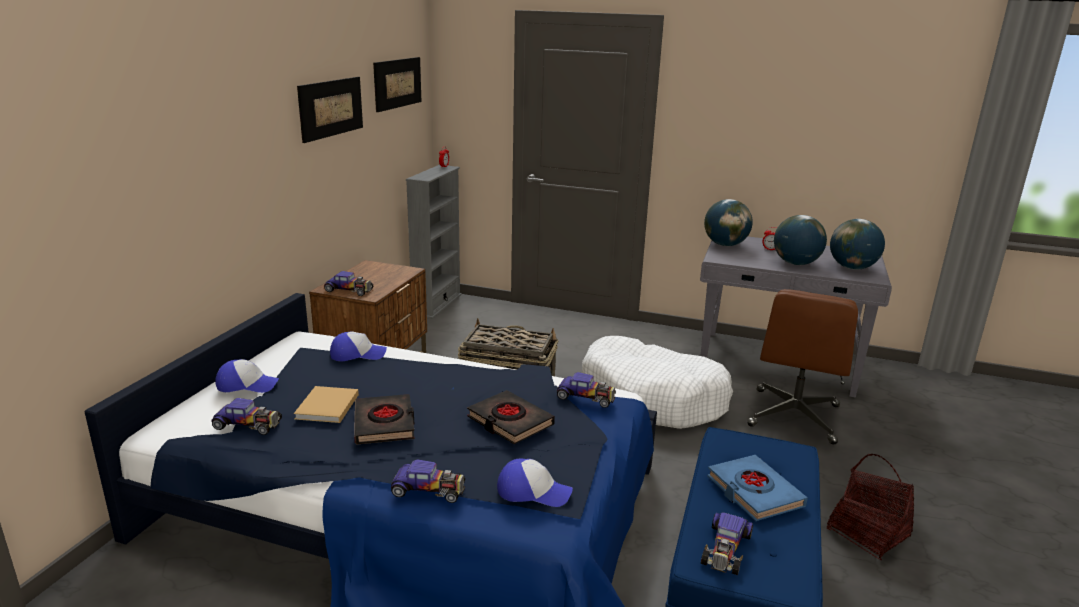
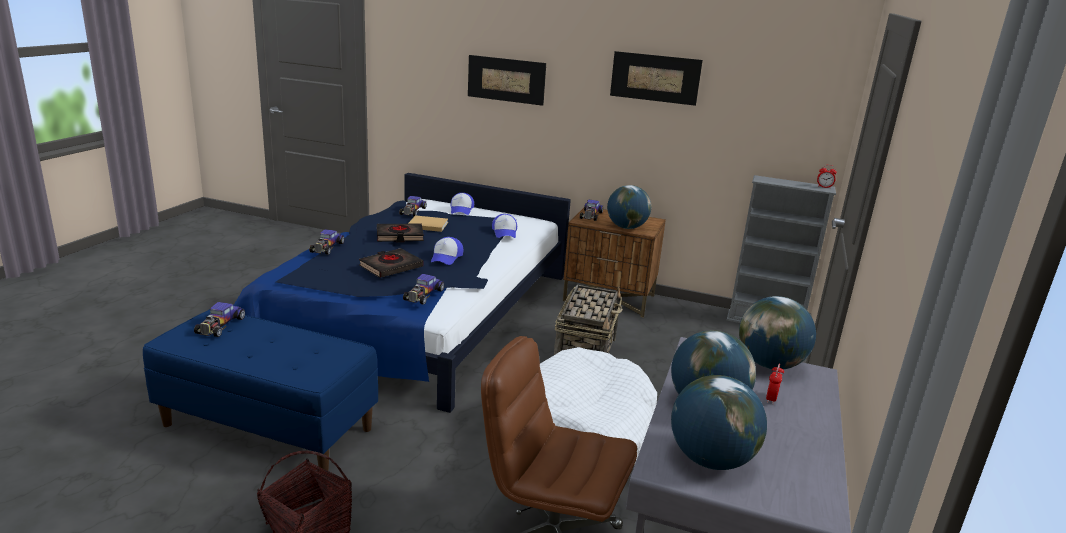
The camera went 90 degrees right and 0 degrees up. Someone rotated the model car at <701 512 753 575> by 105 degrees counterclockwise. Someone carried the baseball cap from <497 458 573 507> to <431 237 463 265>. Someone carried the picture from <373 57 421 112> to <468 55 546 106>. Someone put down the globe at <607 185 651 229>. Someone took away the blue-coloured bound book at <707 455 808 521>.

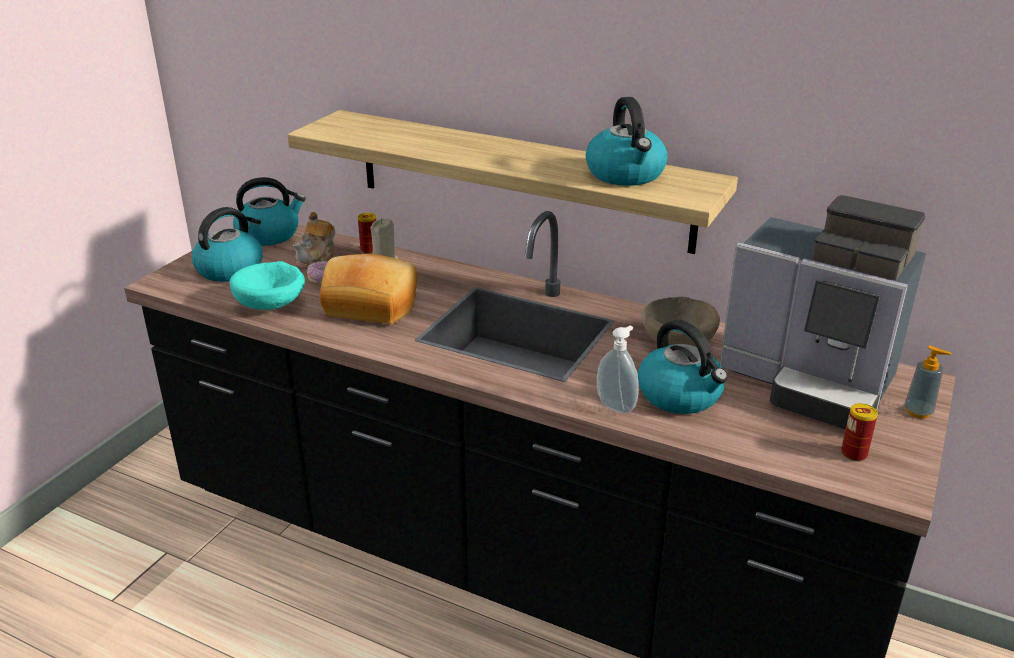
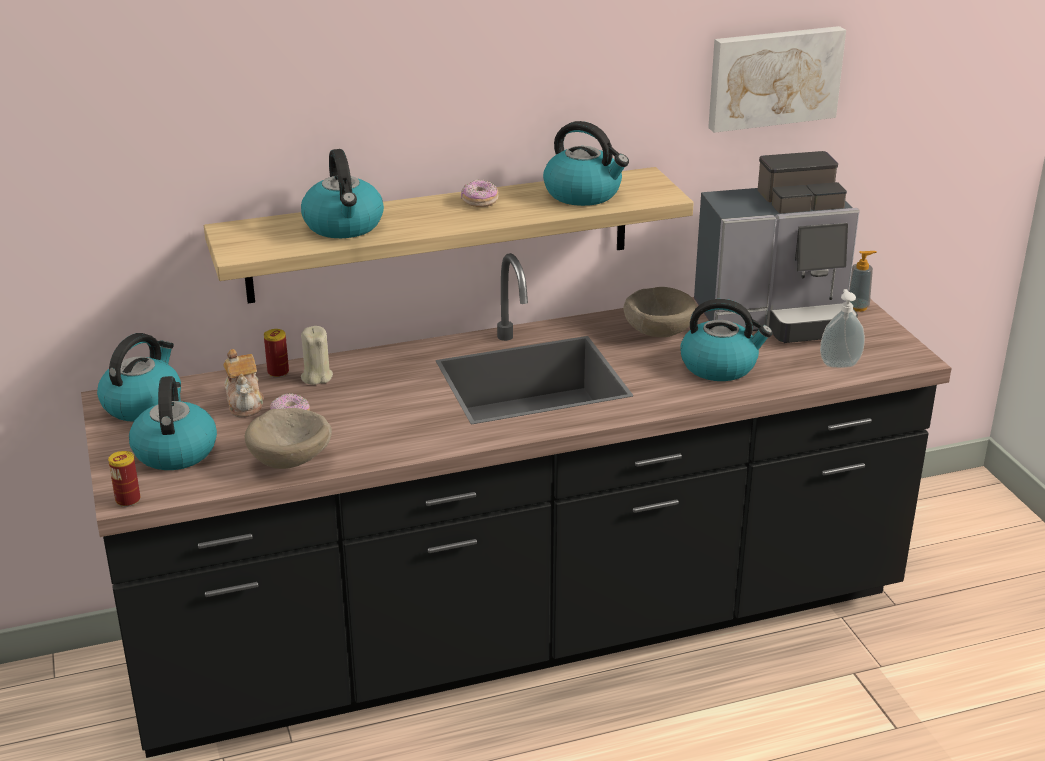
The camera went 45 degrees left and 0 degrees up. Someone carried the sealed can from <841 403 878 462> to <108 451 140 507>. Someone repainted the turquoise-coloured deep dish at <230 261 305 310>, which became the beige-coloured deep dish at <245 408 332 469>. Someone put down the tea kettle at <301 149 384 238>. Someone put down the doughnut at <461 179 499 207>. Someone put up the picture at <708 26 846 133>. Someone carried the soap dispenser from <597 325 639 414> to <820 289 865 368>. Someone took away the baked bread at <320 254 417 324>.

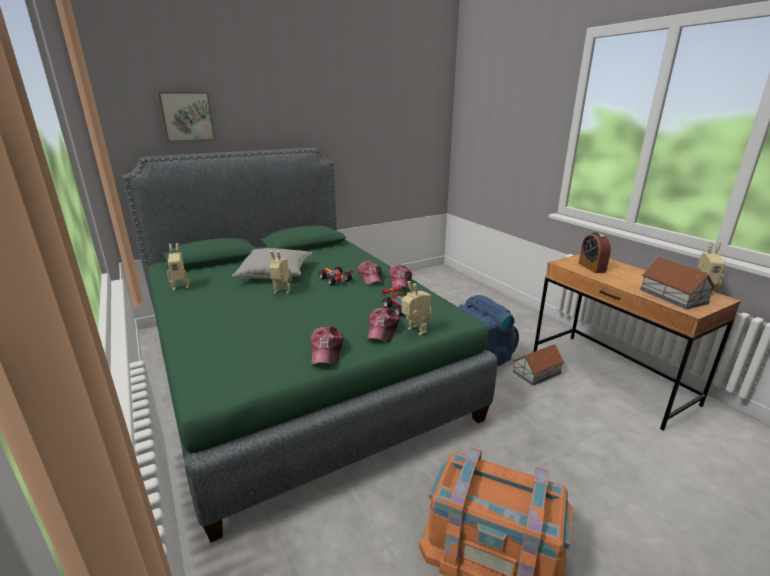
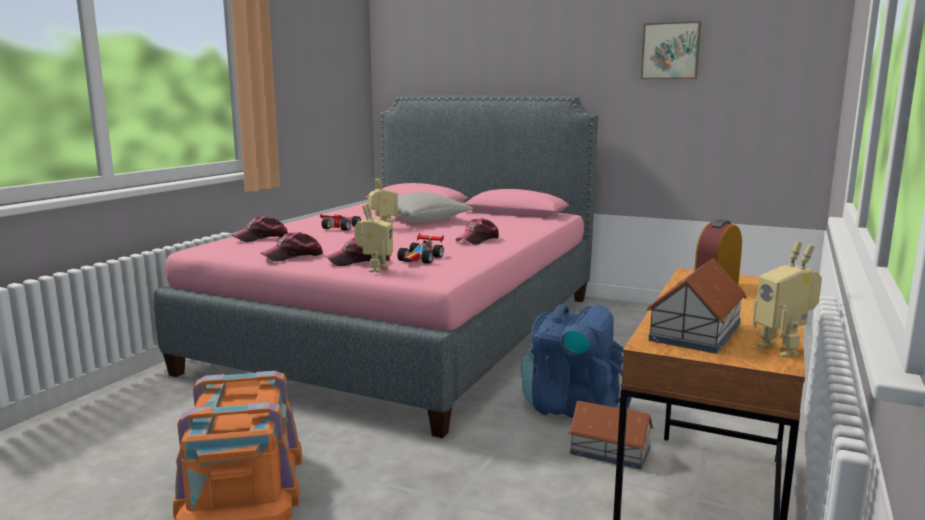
The camera went 55 degrees right and 10 degrees down. Someone repainted the green bed at <121 148 497 543>, which became the pinkish bed at <154 95 598 438>. Someone carried the baseball cap from <389 265 412 288> to <232 216 288 242>. Someone carried the model car from <319 266 353 285> to <320 214 361 231>. Someone carried the picture from <158 92 215 142> to <641 21 701 79>. Someone took away the model robot at <167 243 189 290>.

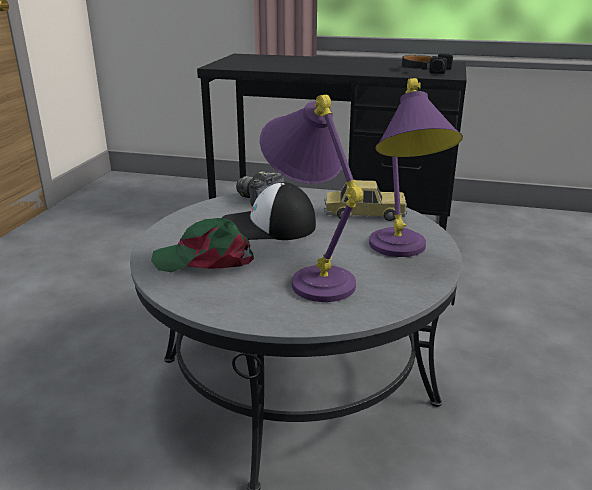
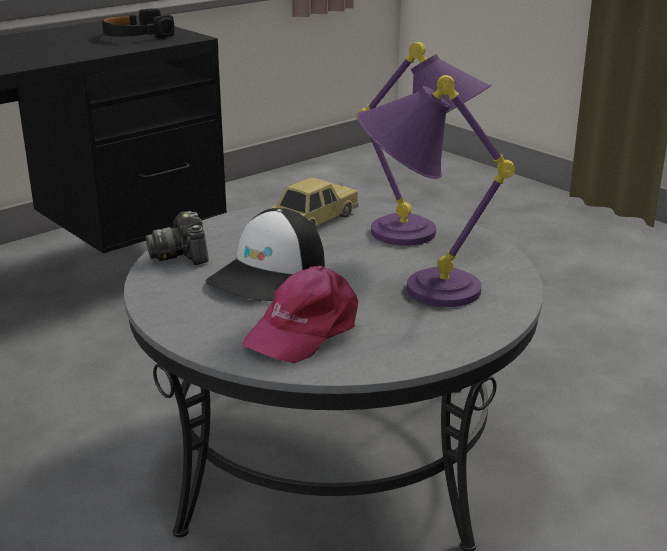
The camera went 55 degrees left and 0 degrees up. Someone repainted the green baseball cap at <151 218 254 272>, which became the pinkish baseball cap at <243 266 358 363>.

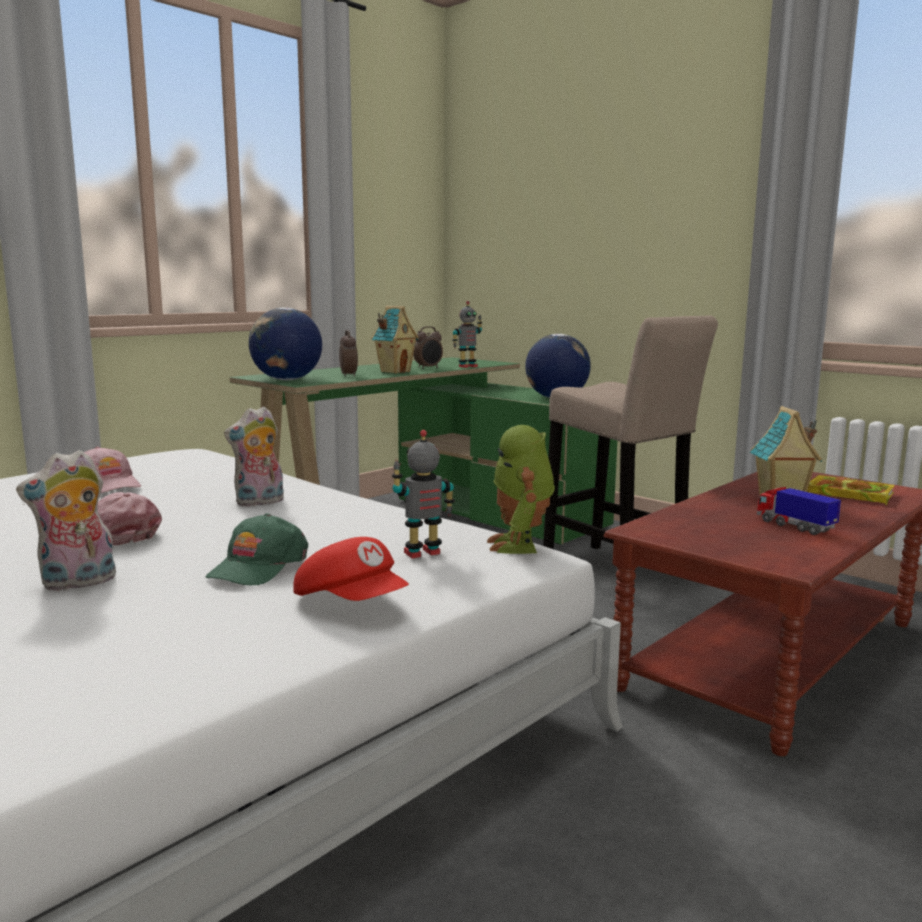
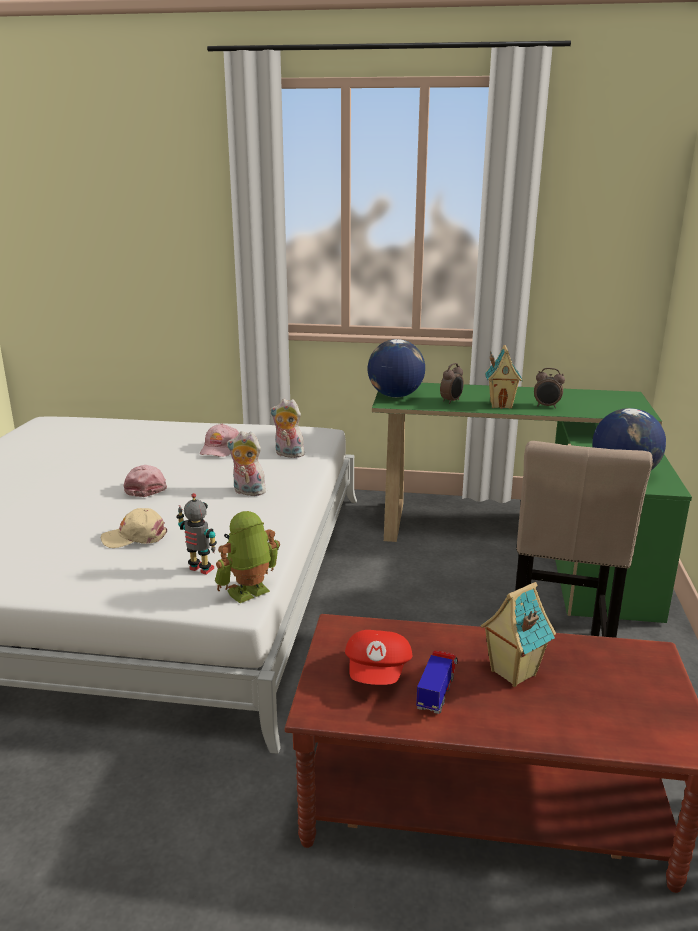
The camera went 55 degrees right and 10 degrees up. Someone repainted the green baseball cap at <205 513 308 586>, which became the beige-coloured baseball cap at <100 508 167 548>. Someone carried the plush toy from <16 450 117 591> to <270 399 307 458>. Someone carried the reddish baseball cap from <293 537 409 601> to <345 630 412 685>. Someone took away the model robot at <452 301 482 368>. Someone took away the bound book at <807 475 895 505>.

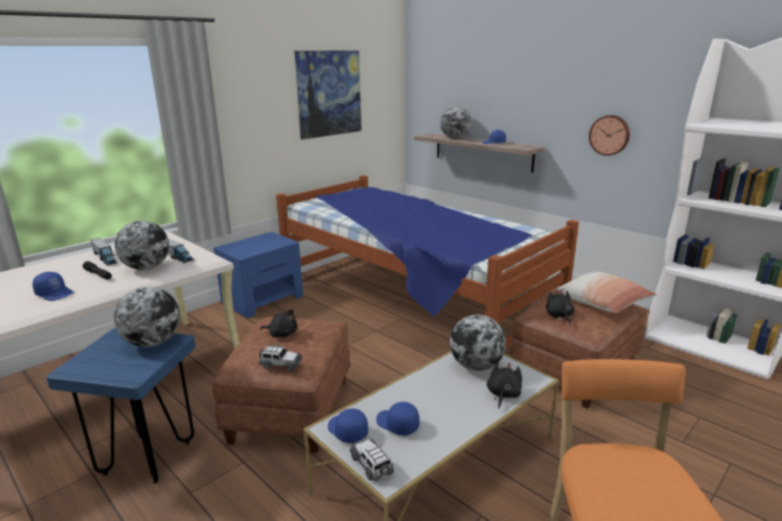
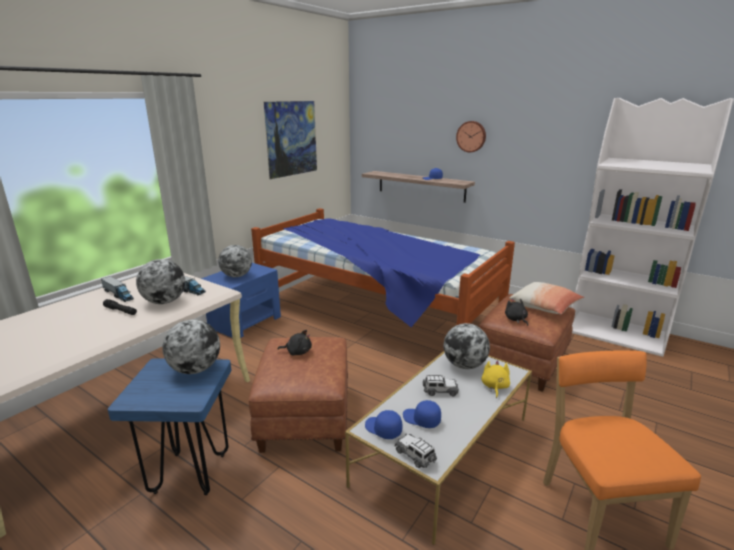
The camera went 10 degrees left and 0 degrees up. Someone carried the globe from <440 107 472 139> to <218 245 252 277>. Someone carried the model car from <259 345 302 372> to <423 375 459 396>. Someone carried the wall clock from <589 115 630 156> to <456 121 486 152>. Someone repainted the blackish plush toy at <487 362 522 408>, which became the yellow plush toy at <481 360 510 398>. Someone took away the blue-coloured baseball cap at <32 272 74 301>.

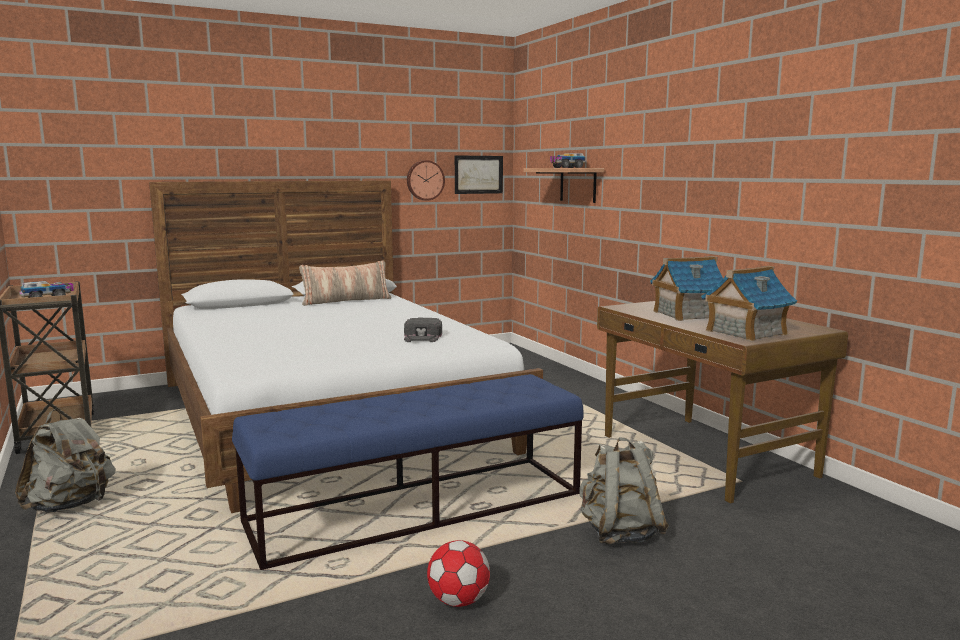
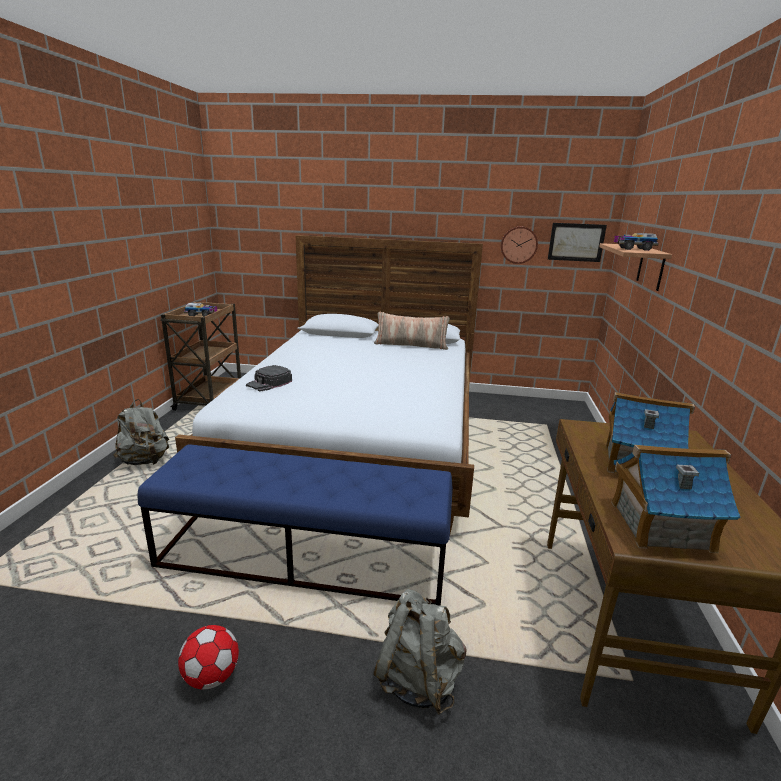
The camera went 35 degrees right and 10 degrees up. Someone carried the blackish baseball cap from <404 318 442 342> to <246 365 292 391>.

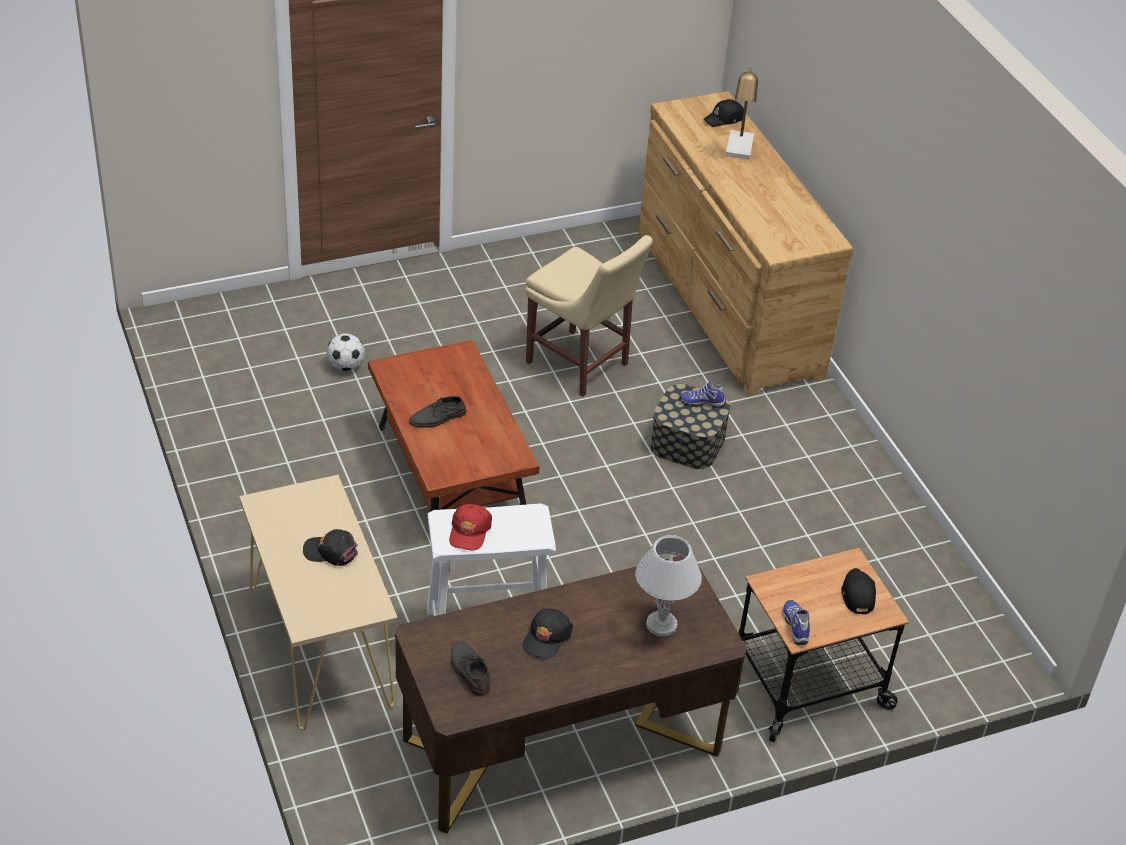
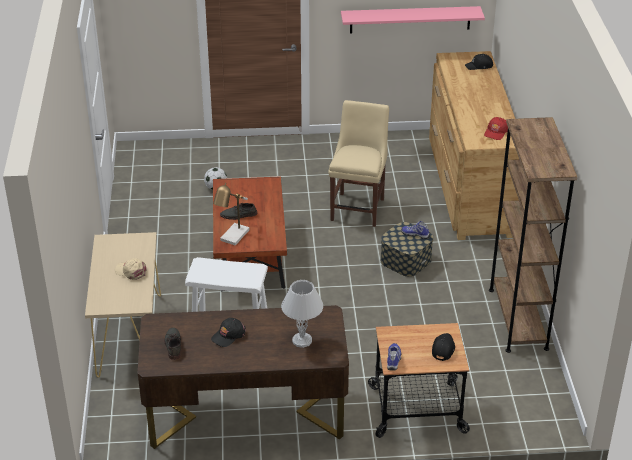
The camera went 20 degrees right and 5 degrees down. Someone repainted the blackish baseball cap at <303 529 358 566>, which became the beige-coloured baseball cap at <115 258 147 280>. Someone carried the tabletop lamp from <725 68 758 160> to <213 183 249 246>. Someone rotated the beige-coloured chair at <525 235 653 397> by 135 degrees counterclockwise. Someone put up the pinkish wall shelf at <341 6 485 34>. Someone carried the reddish baseball cap from <449 504 492 550> to <484 117 508 140>. Someone put down the brownish bookshelf at <489 117 577 353>.

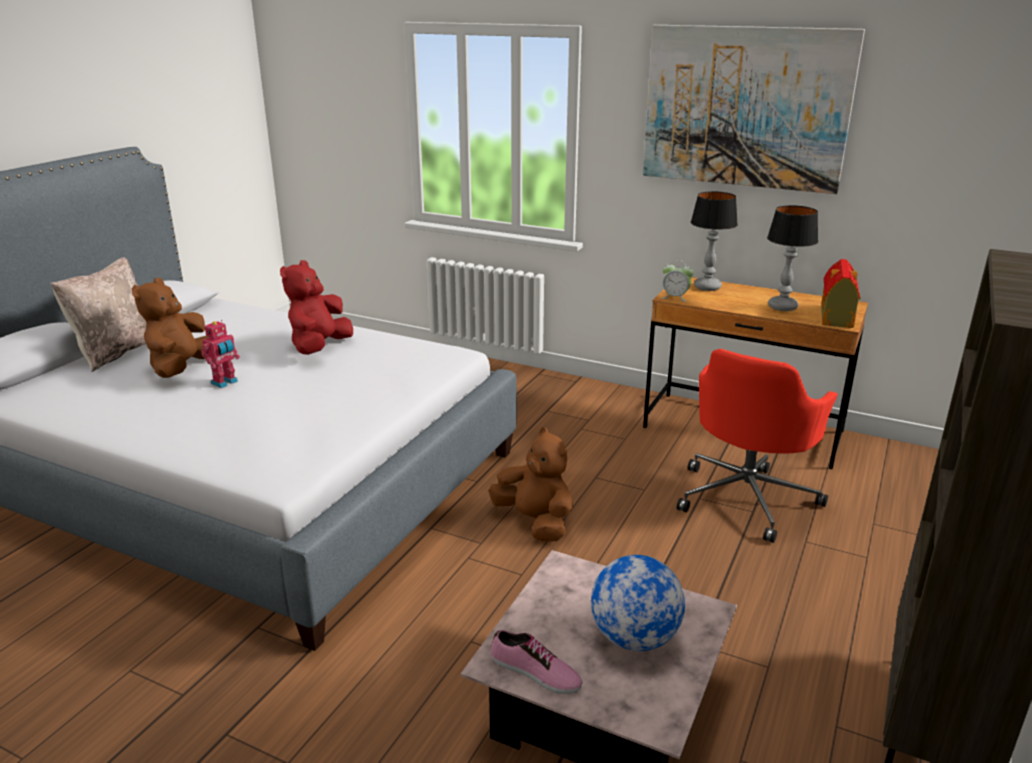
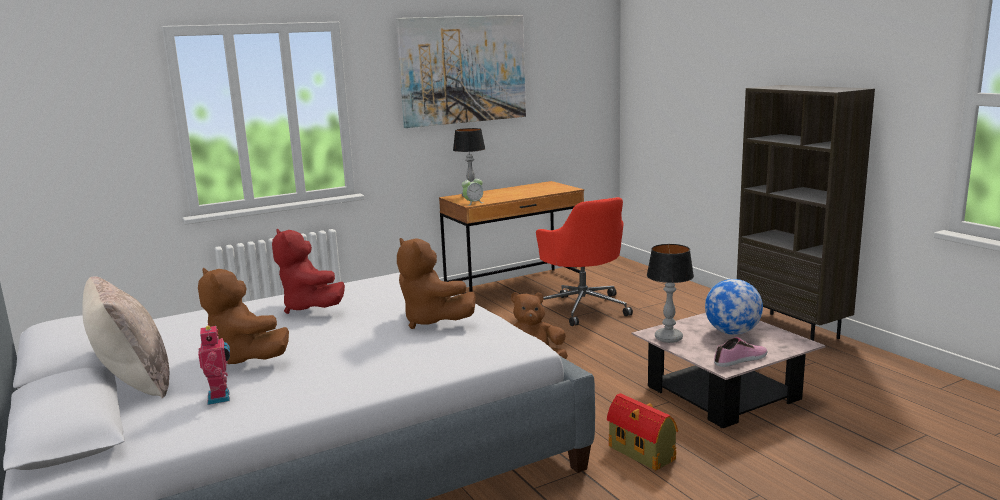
The camera went 55 degrees left and 10 degrees down. Someone carried the model robot from <201 320 240 388> to <198 324 230 405>. Someone put down the brownish plush toy at <397 238 476 329>. Someone carried the miniature house from <821 259 860 328> to <607 393 678 471>. Someone carried the tabletop lamp from <767 205 818 311> to <647 244 694 343>.

